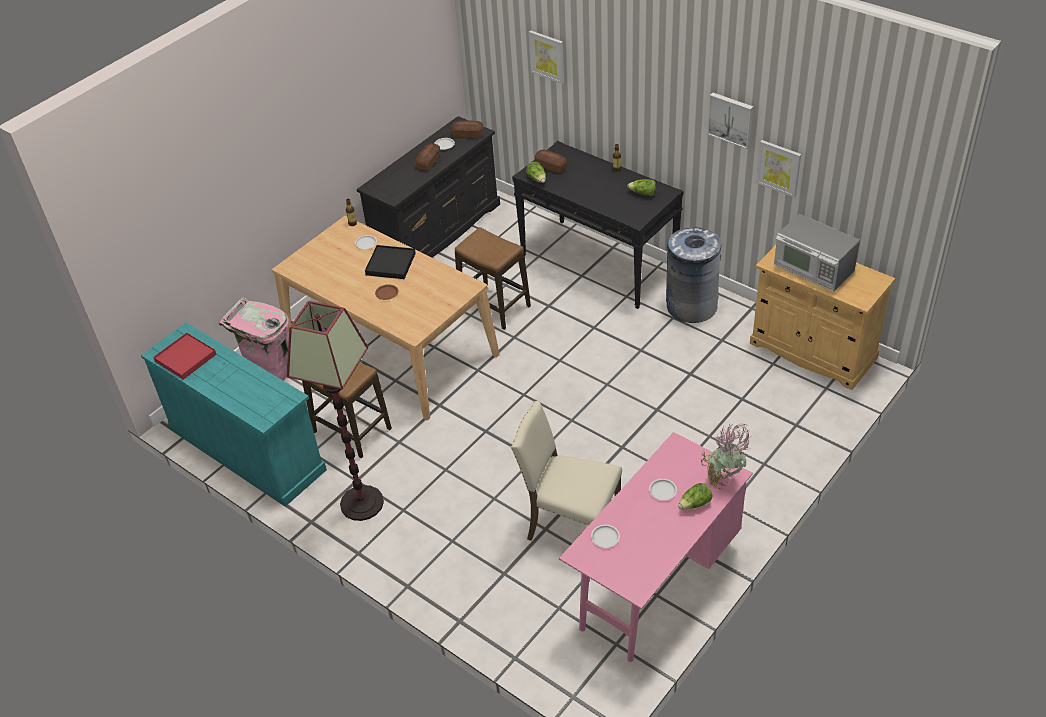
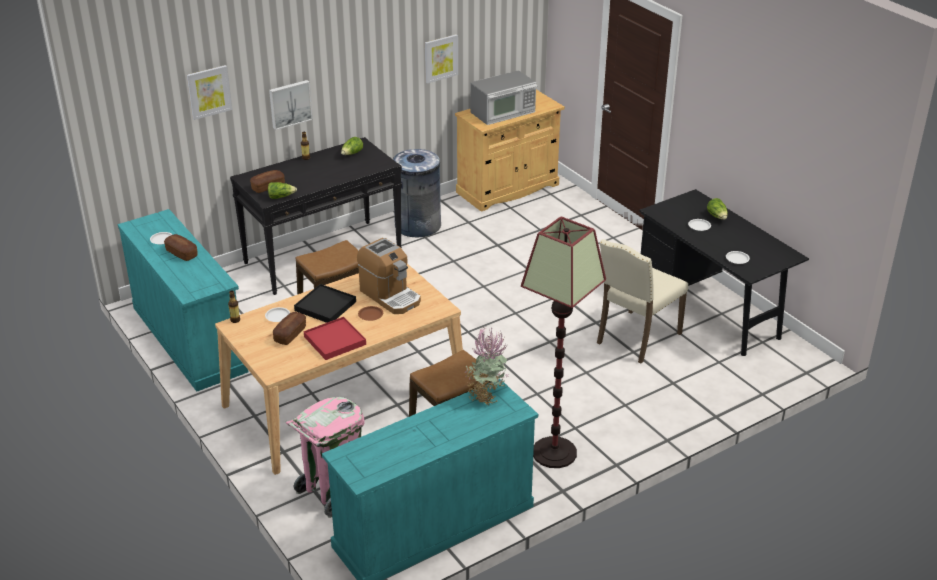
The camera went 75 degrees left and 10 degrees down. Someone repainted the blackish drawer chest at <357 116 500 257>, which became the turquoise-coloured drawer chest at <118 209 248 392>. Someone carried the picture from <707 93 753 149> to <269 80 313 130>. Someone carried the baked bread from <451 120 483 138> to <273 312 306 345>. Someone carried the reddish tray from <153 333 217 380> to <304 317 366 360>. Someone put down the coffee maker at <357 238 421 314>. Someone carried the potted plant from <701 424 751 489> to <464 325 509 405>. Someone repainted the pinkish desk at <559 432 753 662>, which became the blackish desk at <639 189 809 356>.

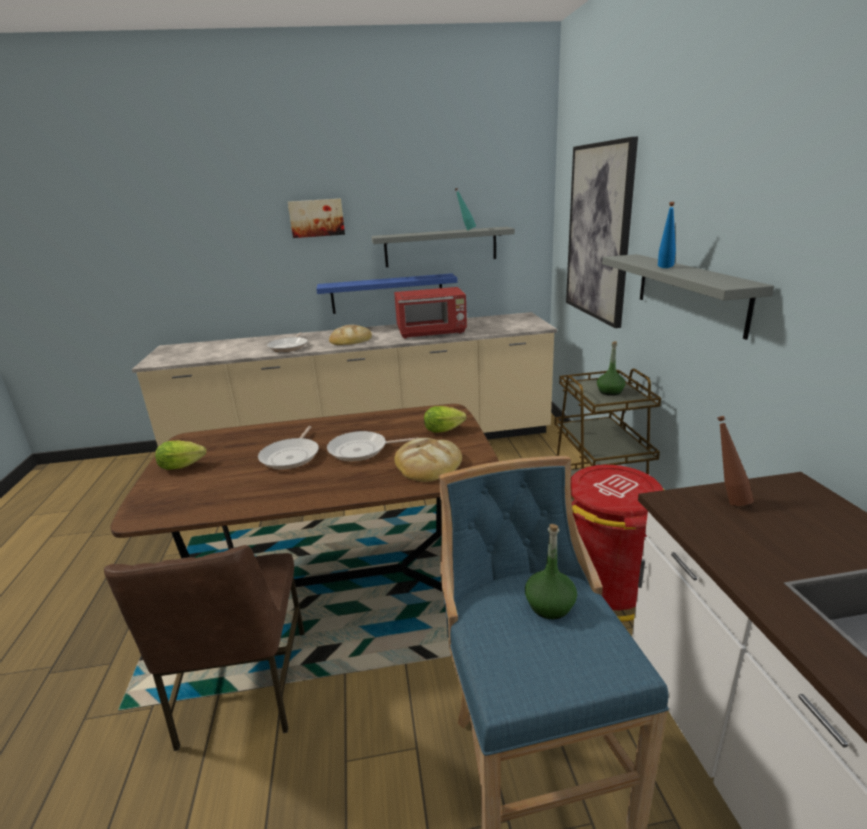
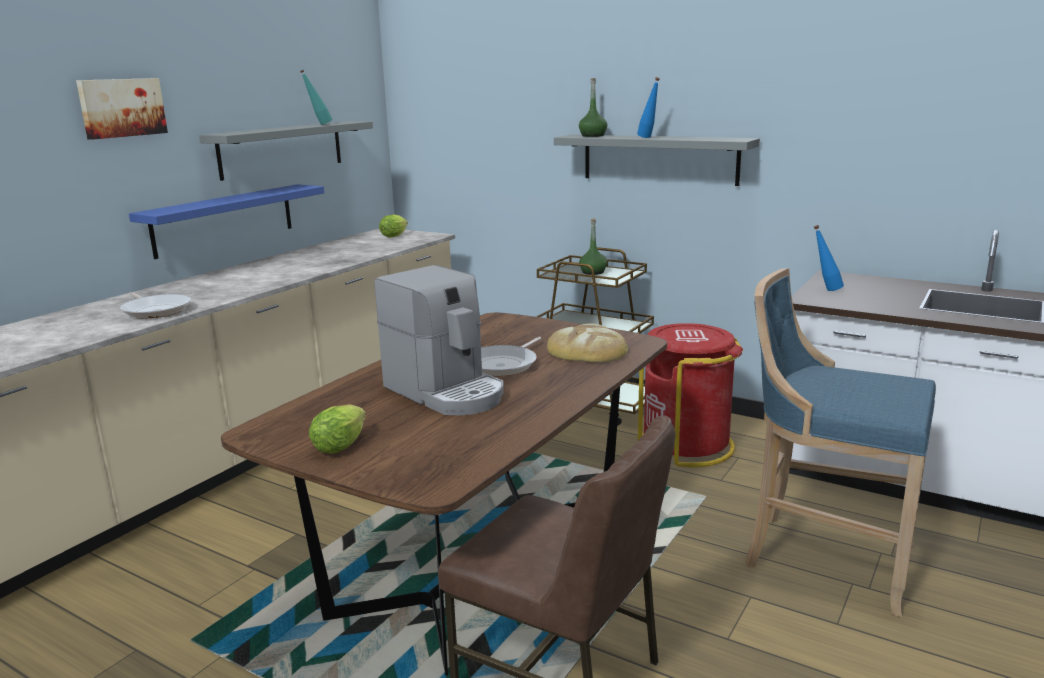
The camera went 50 degrees left and 5 degrees down. Someone swapped the frying pan at <258 426 319 470> for the coffee maker at <374 265 504 415>. Someone carried the lettuce head from <424 406 467 432> to <379 214 408 238>. Someone carried the green beverage bottle from <525 524 577 620> to <579 78 607 137>. Someone repainted the brownish beverage bottle at <717 416 754 506>, which became the blue-coloured beverage bottle at <814 225 844 291>. Someone took away the baked bread at <329 325 372 345>. Someone took away the reddish microwave at <394 287 467 339>. Someone took away the picture at <566 137 638 328>.

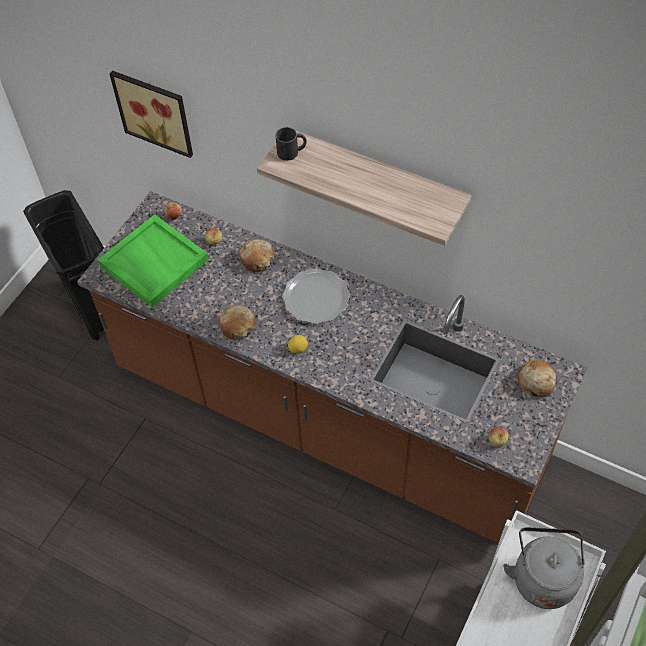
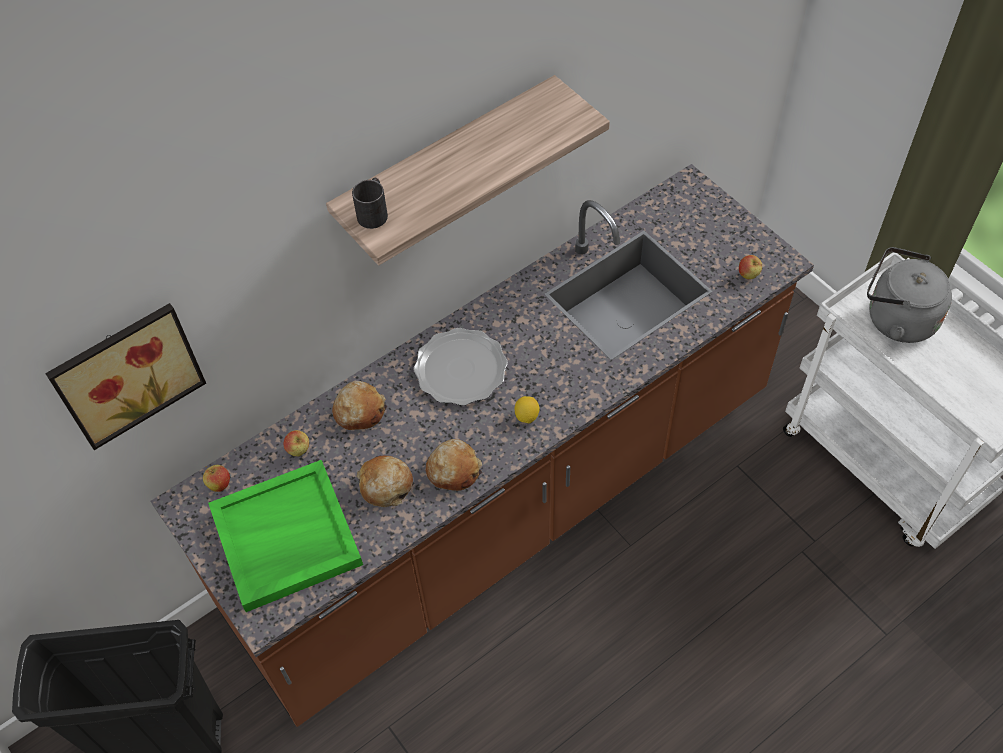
The camera went 65 degrees left and 0 degrees up. Someone carried the baked bread from <517 359 556 397> to <357 456 413 507>.

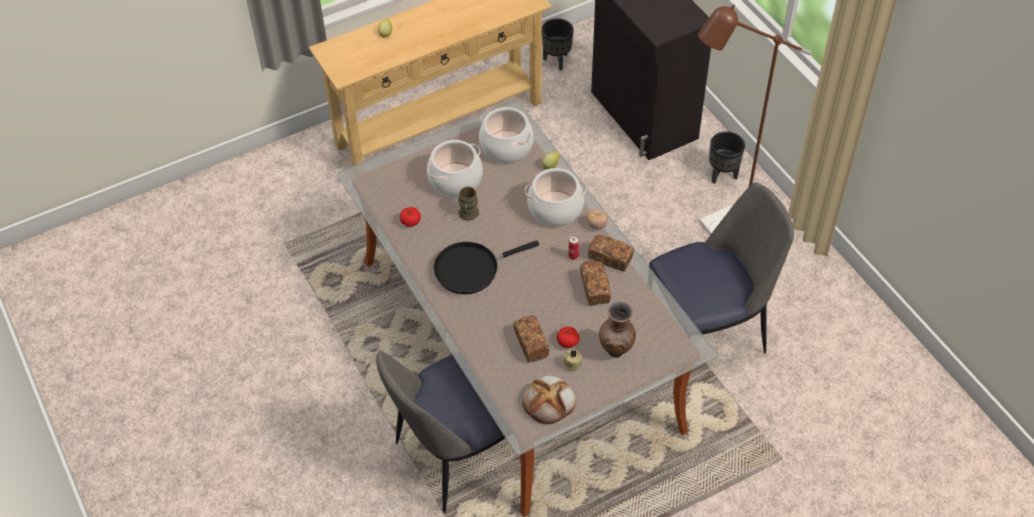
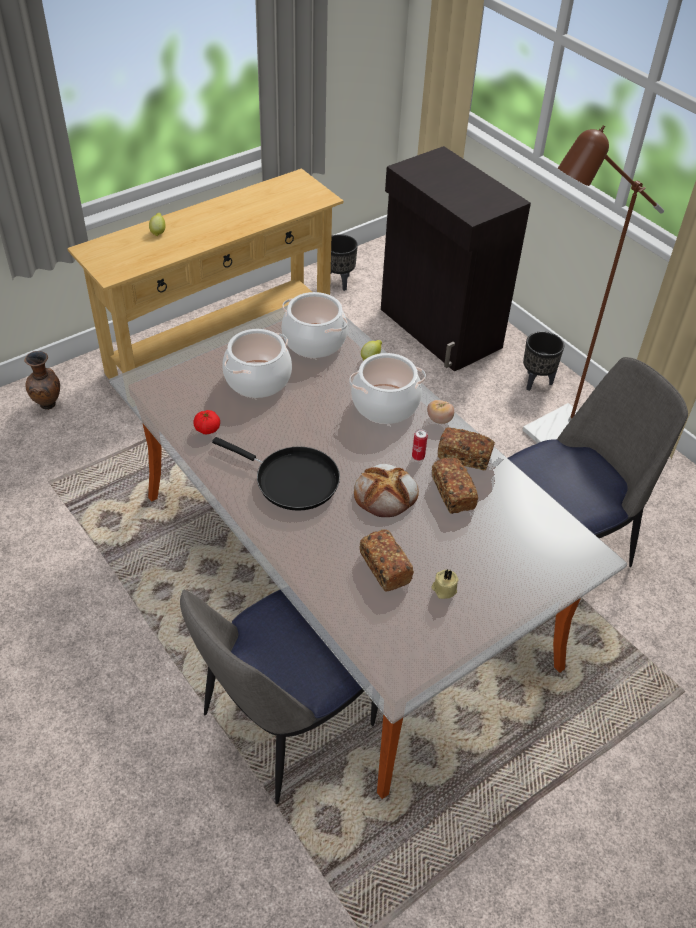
The camera went 10 degrees left and 5 degrees down. Someone carried the brownish vase from <599 302 636 358> to <24 351 60 410>. Someone rotated the blackish frying pan at <433 240 539 294> by 120 degrees counterclockwise. Someone carried the baked bread from <522 375 576 424> to <354 464 419 517>. Someone took away the brownish coffee mug at <458 187 479 221>. Someone took away the tomato at <557 327 580 348>.

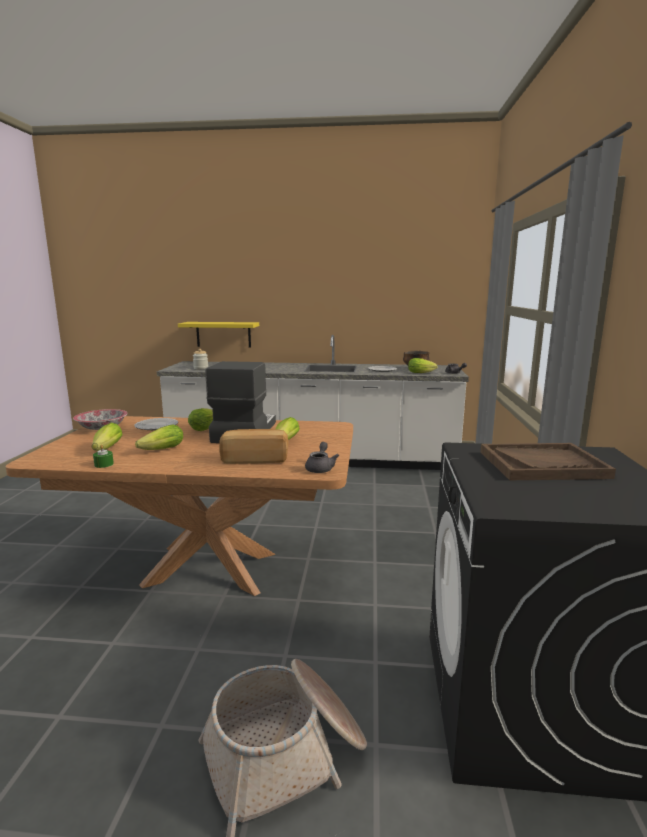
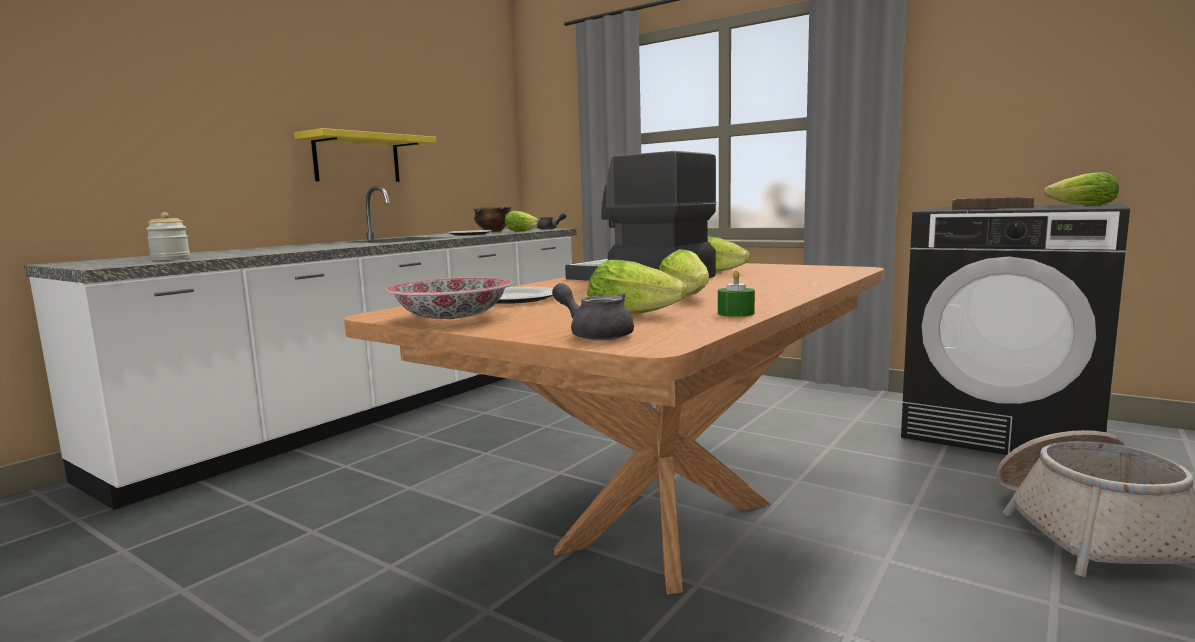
The camera went 60 degrees left and 5 degrees down. Someone carried the yellow wall shelf from <178 322 259 347> to <294 128 436 182>. Someone carried the grey pot for tea from <305 442 339 473> to <552 283 634 340>. Someone carried the lettuce head from <188 408 213 431> to <1044 172 1119 205>. Someone took away the baked bread at <219 429 289 464>.

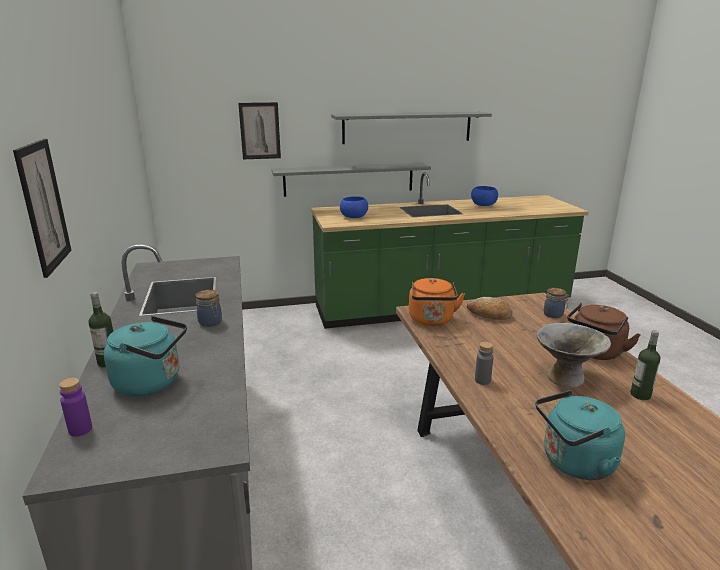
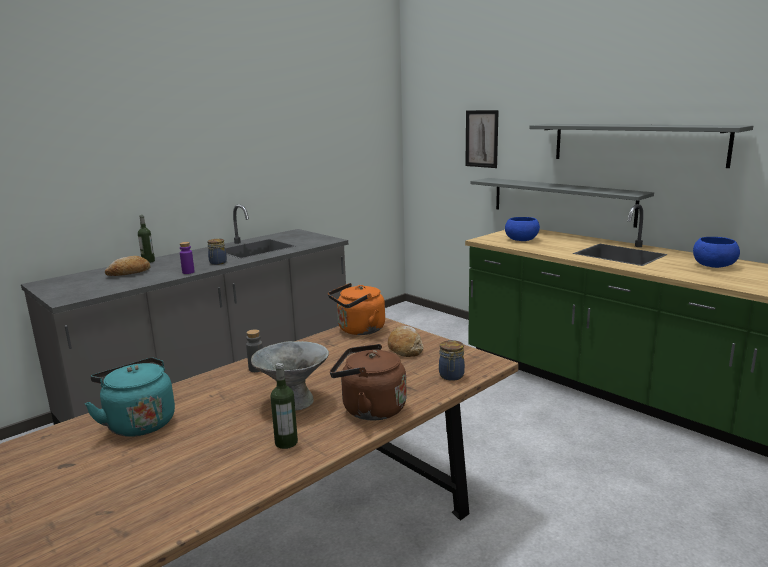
The camera went 60 degrees right and 5 degrees down. Someone swapped the turquoise-coloured tea kettle at <104 316 187 396> for the baked bread at <105 256 150 276>. Someone carried the purplish beverage bottle from <59 378 92 437> to <180 242 195 274>. Someone took away the picture at <13 139 72 278>.

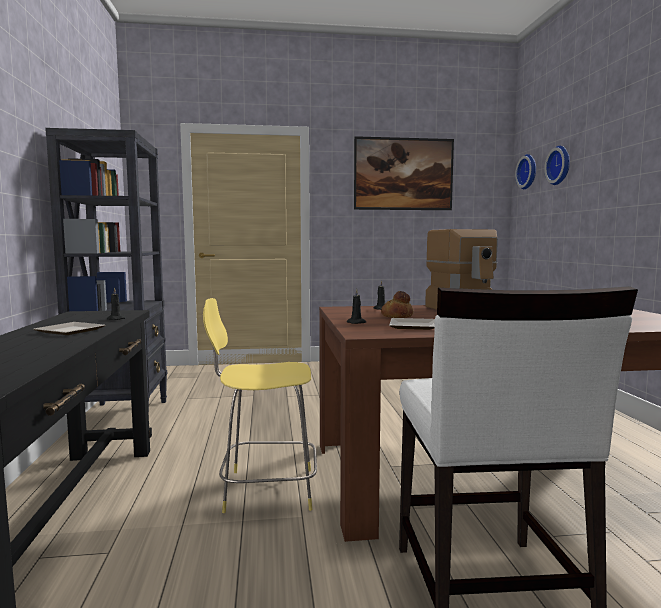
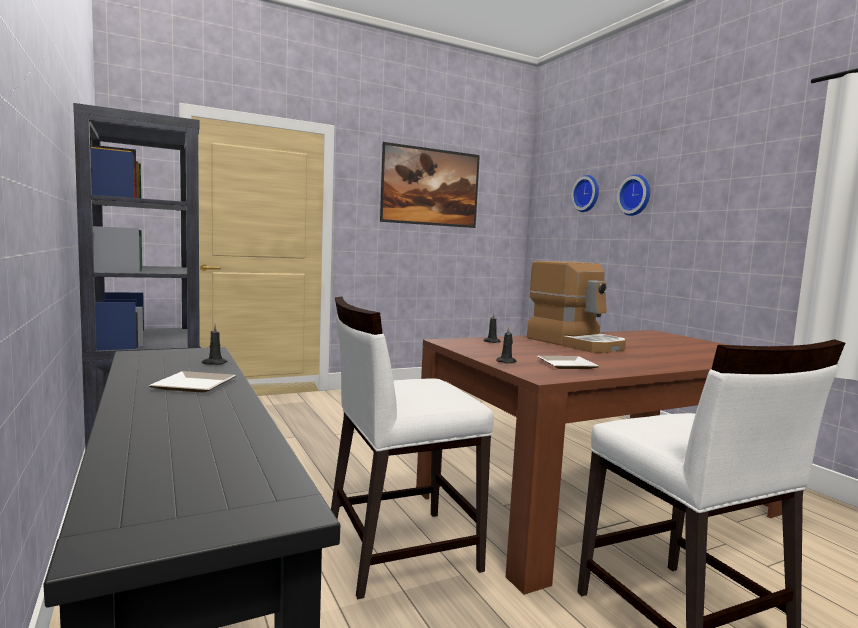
The camera went 20 degrees left and 0 degrees up. Someone swapped the yellow stool seat at <203 298 317 513> for the white-coloured chair at <331 296 494 600>. Someone carried the wall clock from <515 154 536 189> to <617 174 650 216>. Someone took away the baked bread at <381 291 413 318>.

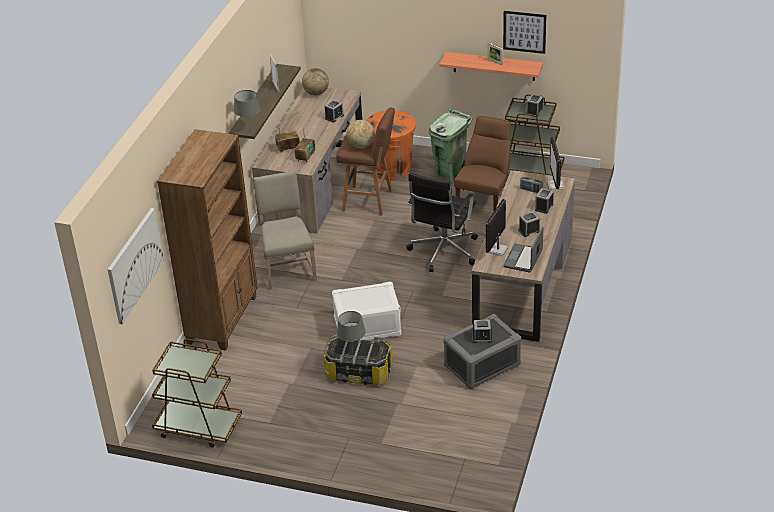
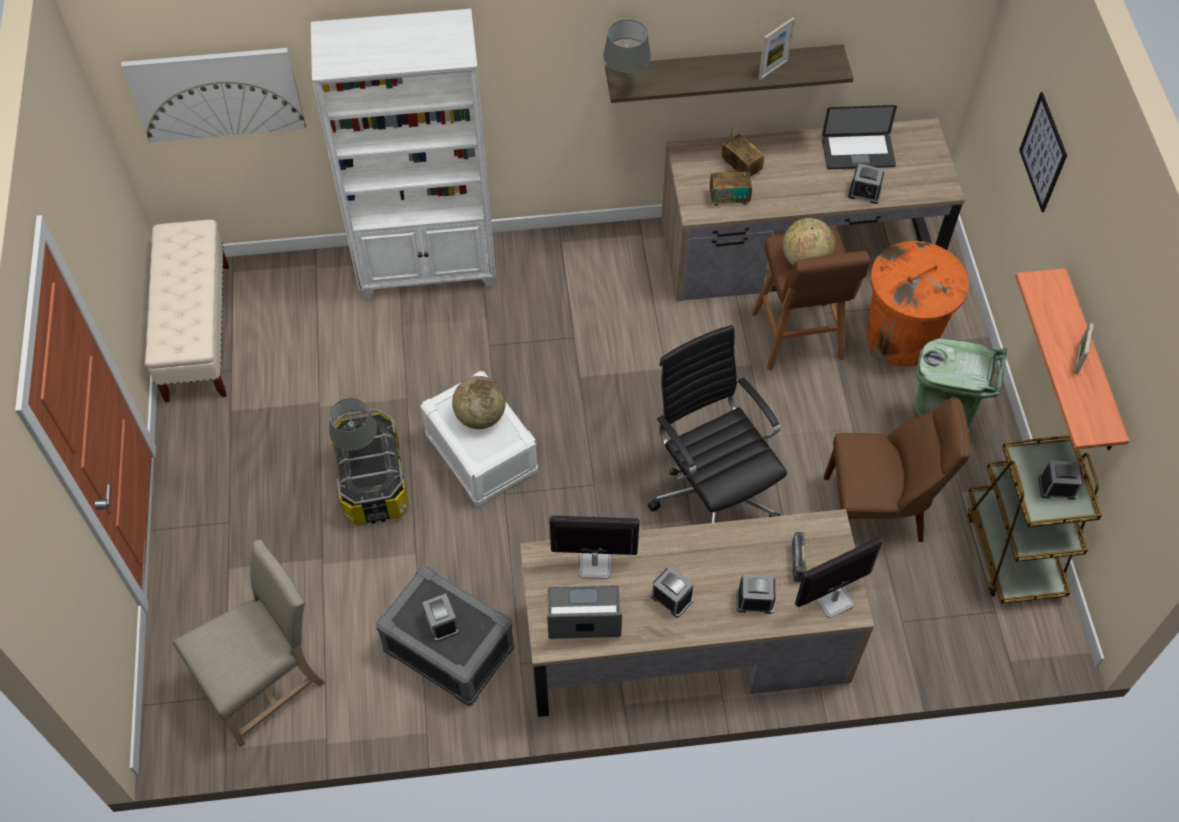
The camera went 65 degrees right and 20 degrees up. Someone swapped the brownish wheeled cart at <152 339 242 447> for the beige-coloured bench at <145 220 229 403>. Someone carried the beige-coloured chair from <253 171 317 289> to <173 539 325 747>. Someone repainted the brownish bookshelf at <157 129 258 351>, which became the white-coloured bookshelf at <311 9 496 298>. Someone carried the globe from <302 68 329 95> to <452 376 506 429>. Someone rotated the blackish desk chair at <406 173 478 272> by 60 degrees clockwise. Someone put down the portable computer at <822 105 897 169>. Someone carried the picture from <503 11 547 54> to <1019 92 1067 212>.

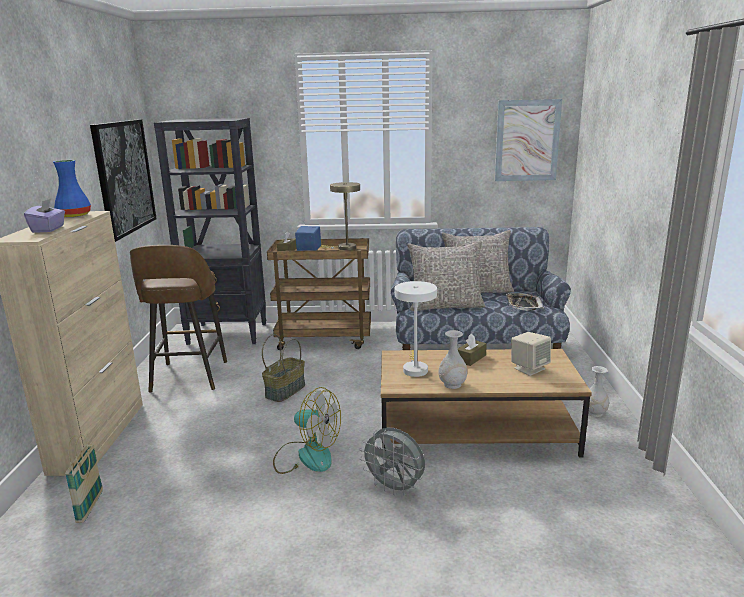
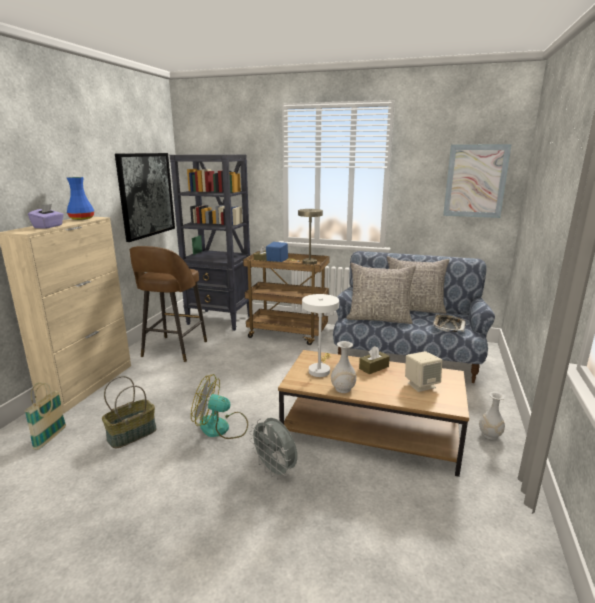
The camera went 15 degrees right and 0 degrees up. Someone carried the household basket from <262 334 305 402> to <102 376 157 448>. Someone rotated the cooling fan at <273 387 341 474> by 150 degrees clockwise.

